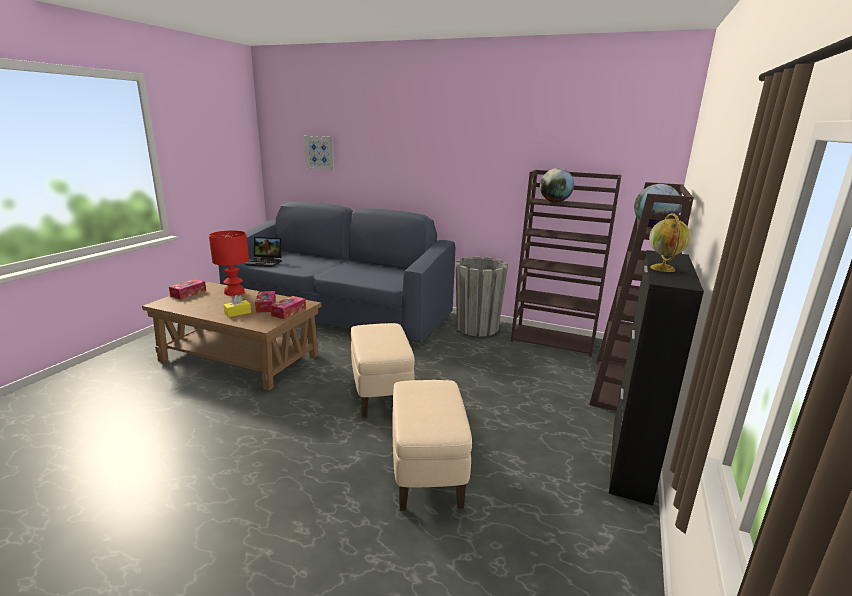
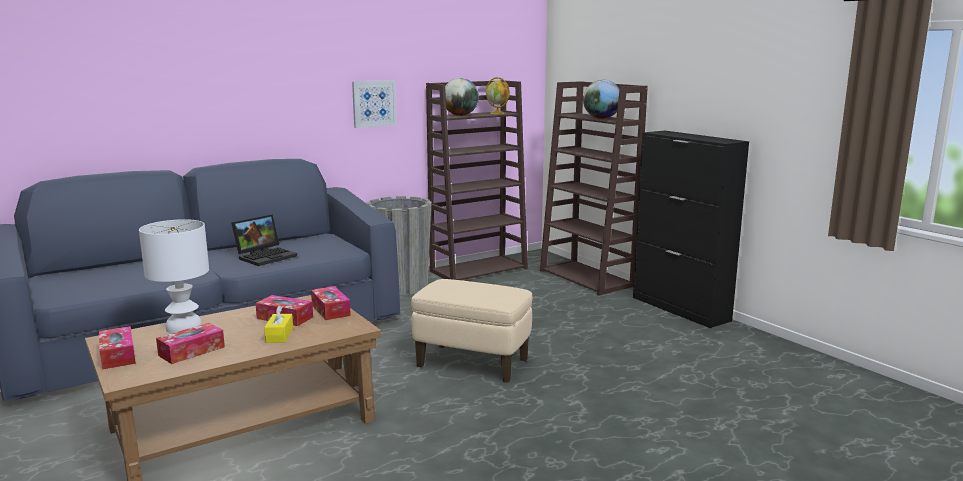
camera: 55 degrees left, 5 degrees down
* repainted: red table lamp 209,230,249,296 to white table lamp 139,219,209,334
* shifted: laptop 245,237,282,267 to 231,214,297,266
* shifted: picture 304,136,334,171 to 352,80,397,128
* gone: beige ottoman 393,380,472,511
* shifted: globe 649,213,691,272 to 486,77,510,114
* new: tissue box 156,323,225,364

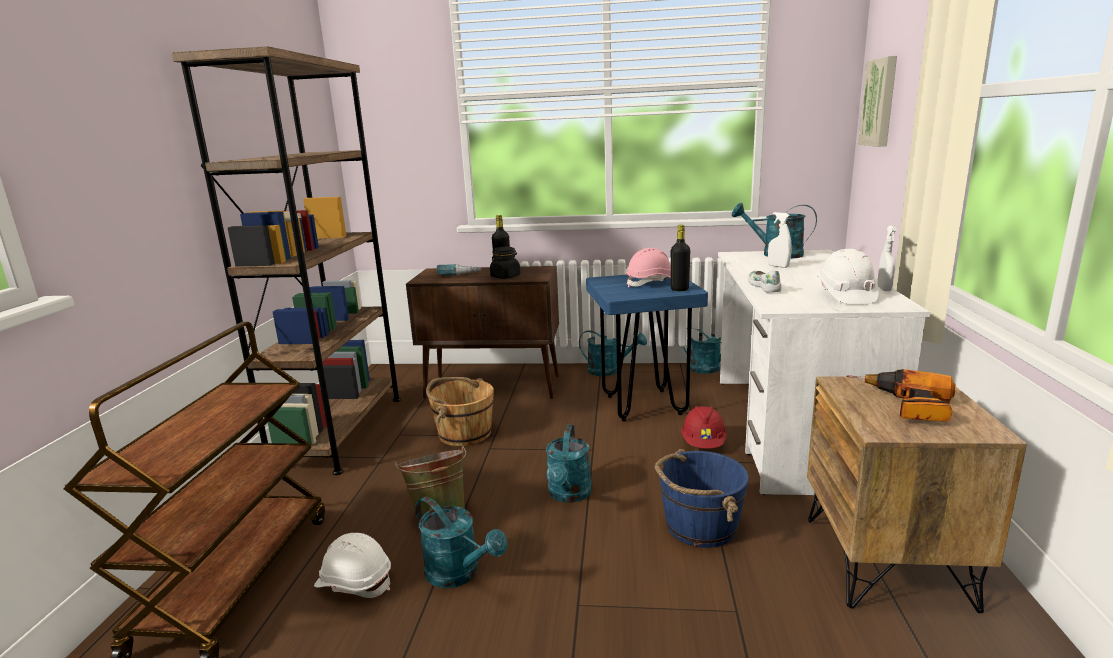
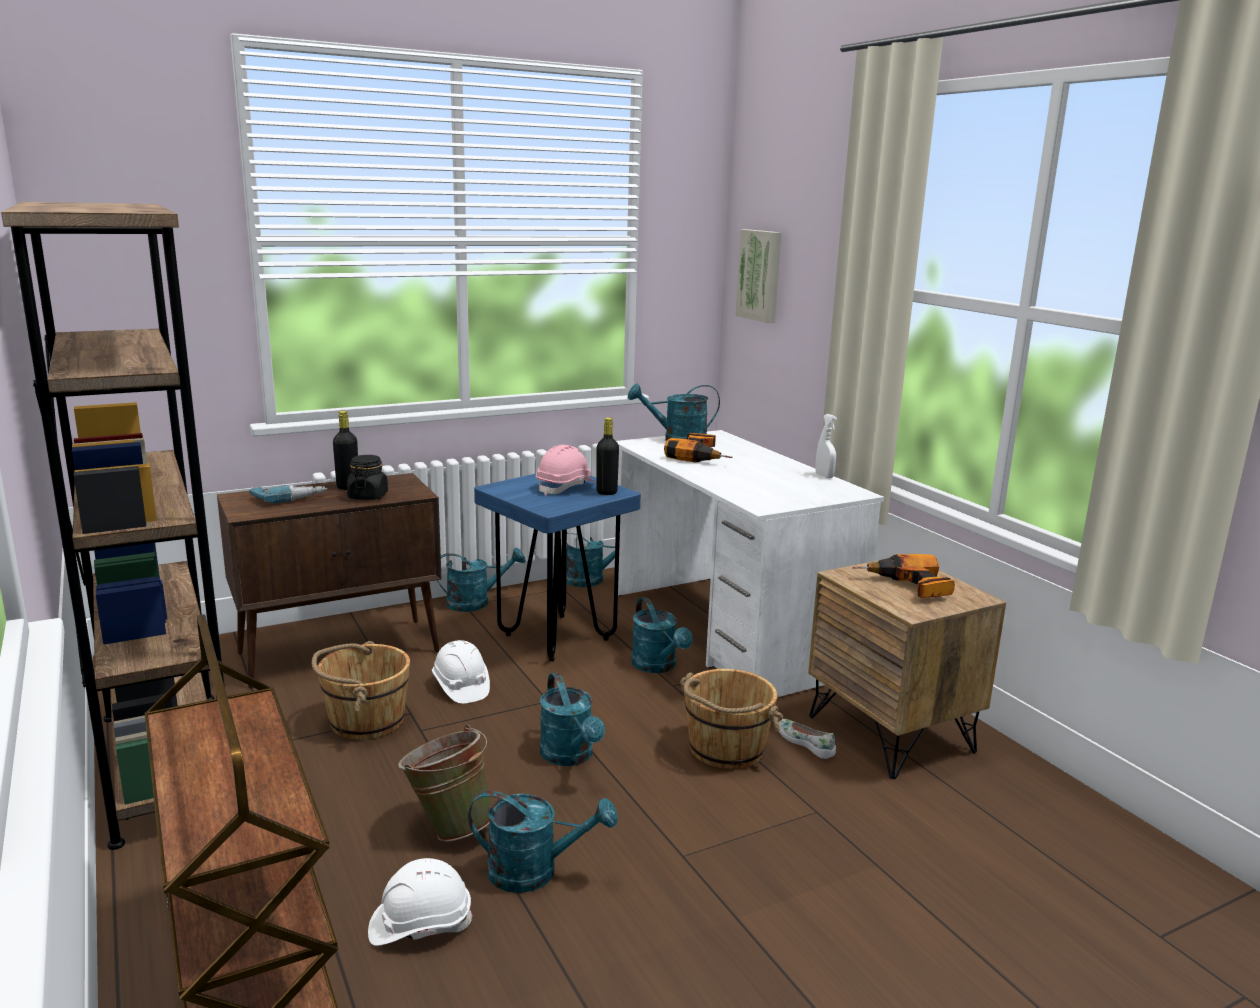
camera: 35 degrees left, 0 degrees up
* repainted: blue bucket 655,449,749,548 to brown bucket 680,669,783,769
* swapped: red hard hat 681,406,727,449 to turquoise watering can 631,597,693,673
* shifted: white shoe 748,271,782,293 to 779,719,836,759
* swapped: white spray bottle 768,212,792,268 to power drill 664,433,733,463
* shifted: white hard hat 818,249,879,305 to 432,640,490,704

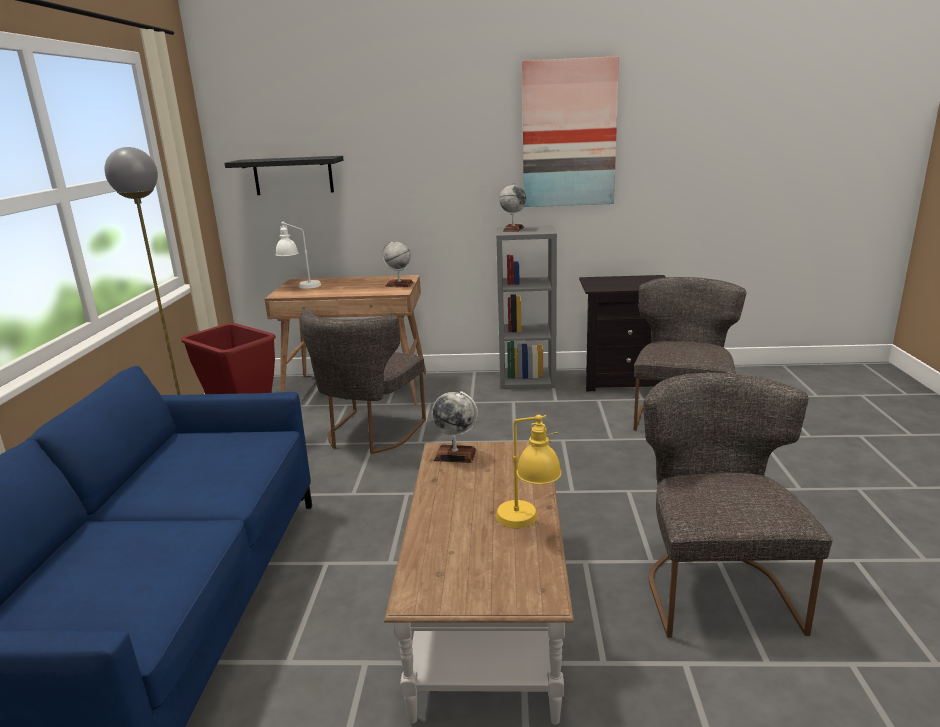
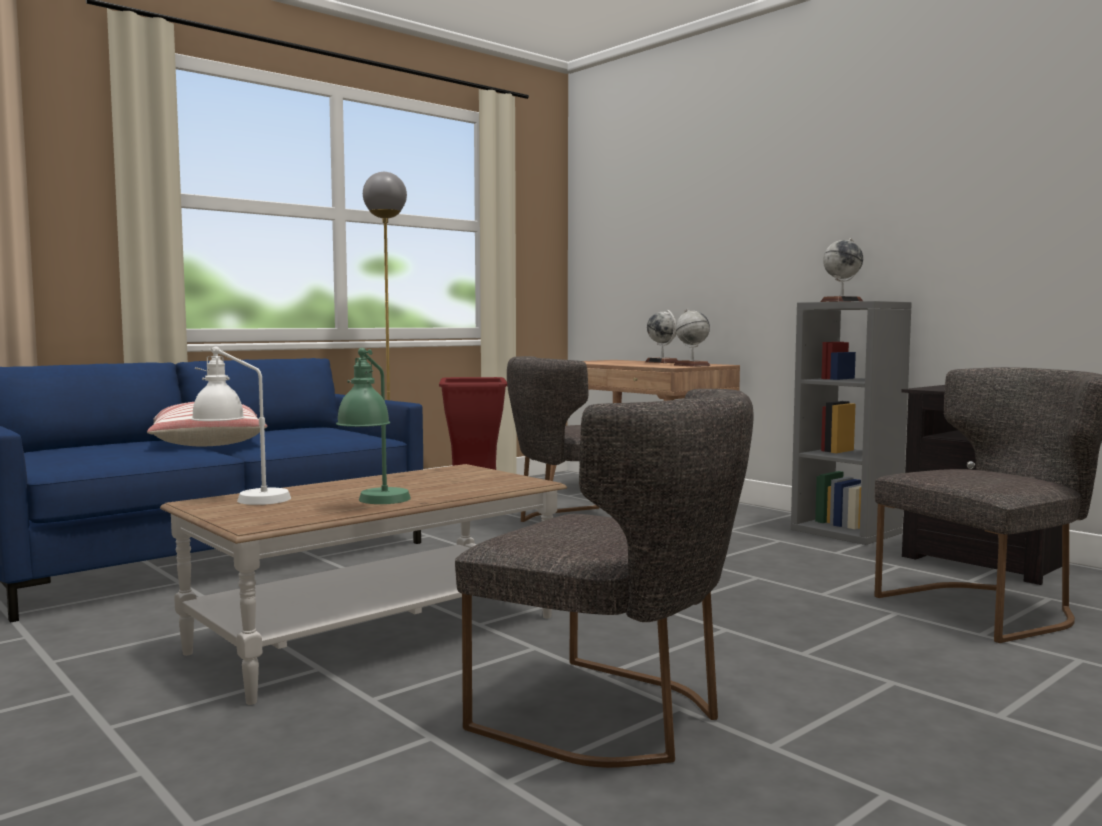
camera: 45 degrees right, 15 degrees down
* gone: black shelf 224,156,344,195
* shifted: white table lamp 276,222,321,289 to 191,346,291,505
* shifted: globe 432,391,478,463 to 645,310,678,363
* repainted: yellow table lamp 496,414,562,528 to green table lamp 336,348,411,504
* gone: picture 522,56,619,207
* rotated: grey chair 643,372,833,638 = 455,389,754,768 75 degrees clockwise
* new: pillow 147,402,267,446

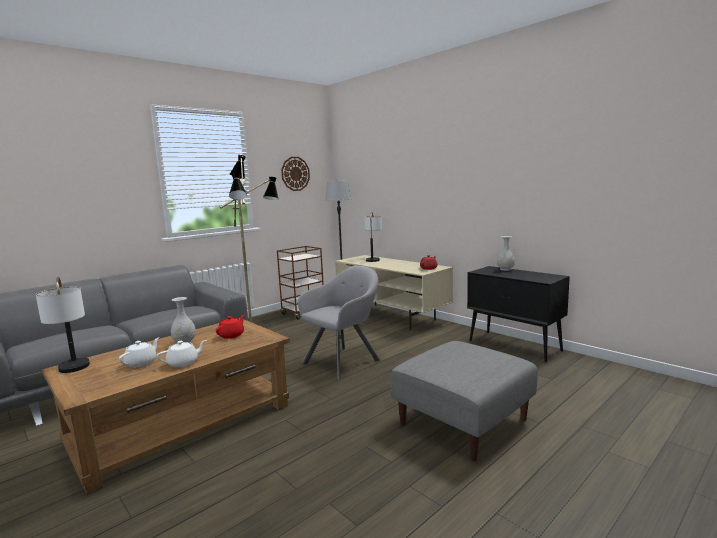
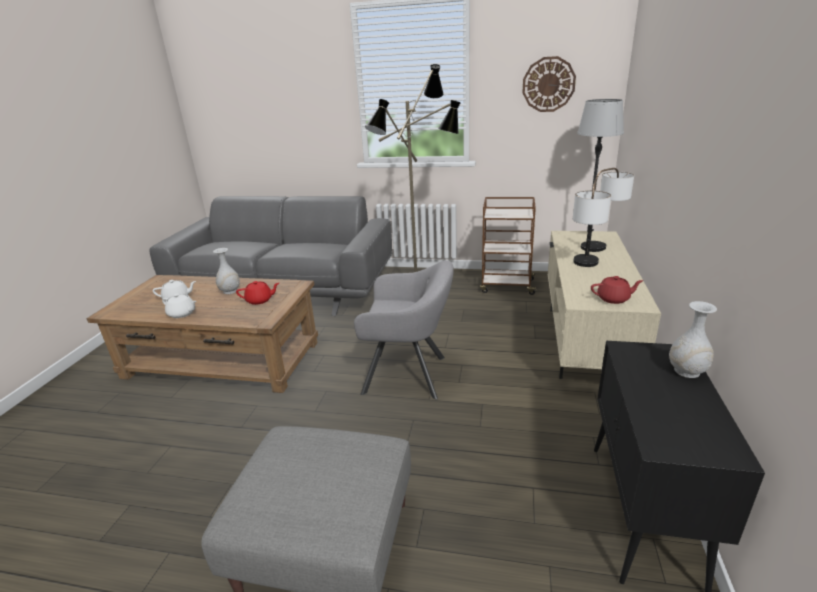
camera: 55 degrees right, 15 degrees up
* shifted: table lamp 36,277,90,373 to 573,179,611,267

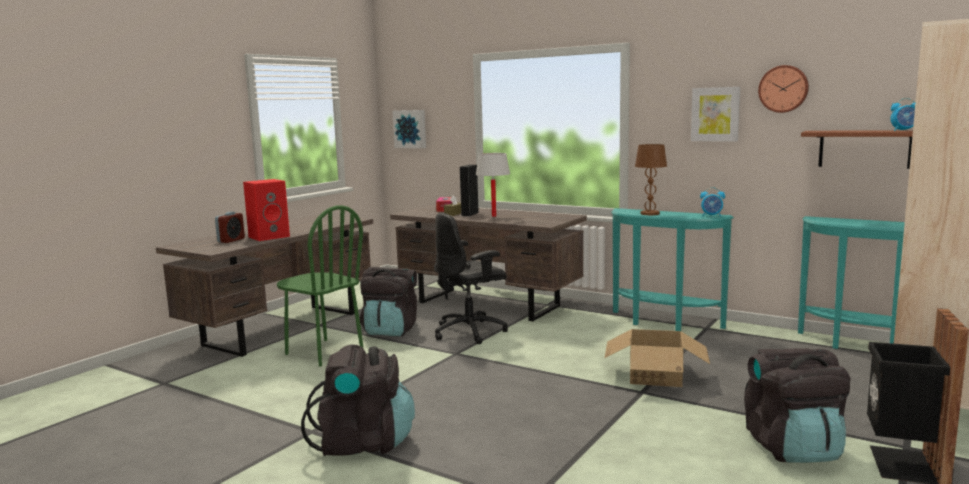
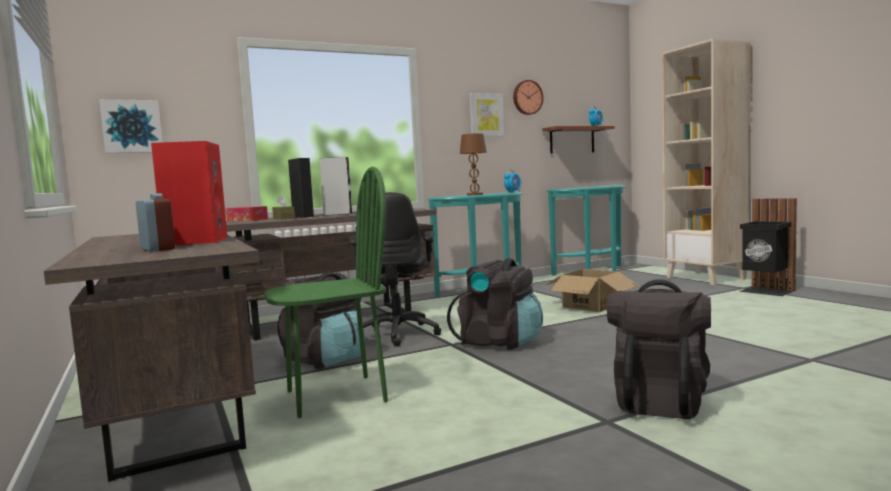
camera: 60 degrees left, 5 degrees down
* swapped: white table lamp 476,153,510,217 to grey speaker 320,157,352,216
* shifted: black backpack 744,348,850,463 to 447,258,543,350

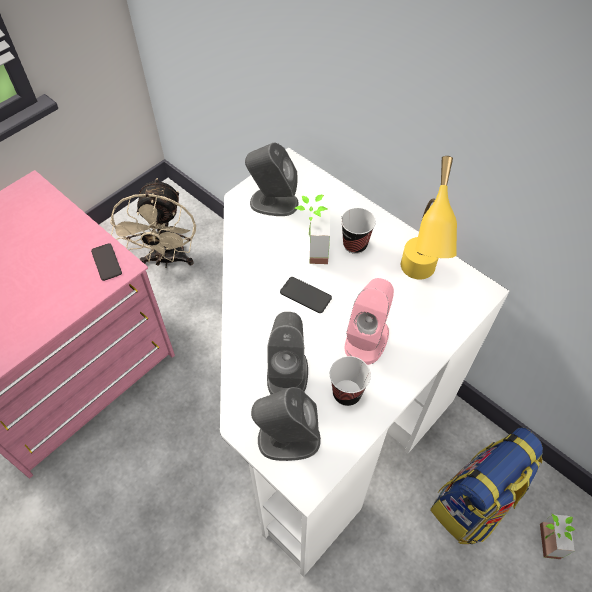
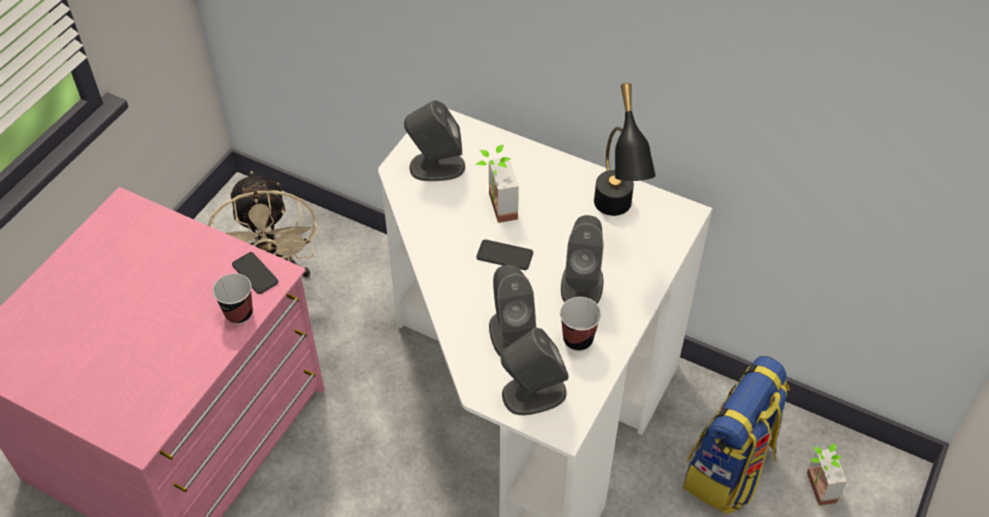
camera: 15 degrees left, 5 degrees down
* shifted: cup 341,208,376,254 to 213,273,253,324
* repainted: pink speaker 344,278,394,365 to grey speaker 561,215,604,304
* repainted: yellow table lamp 401,156,457,280 to black table lamp 594,83,656,216

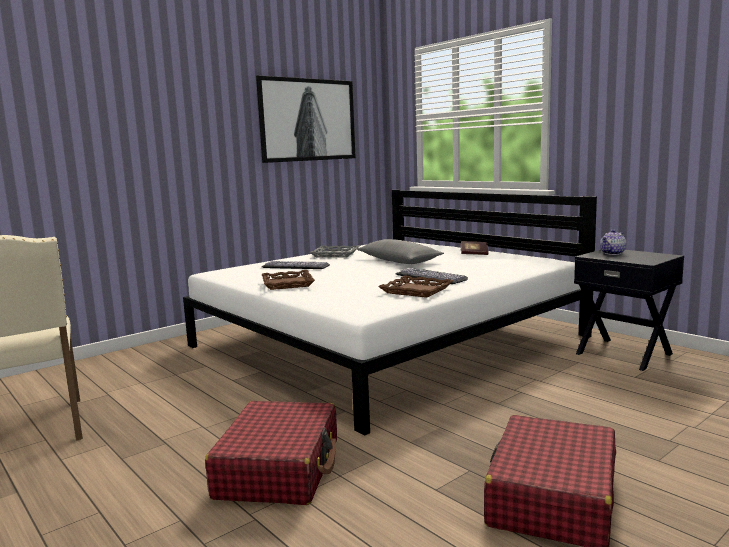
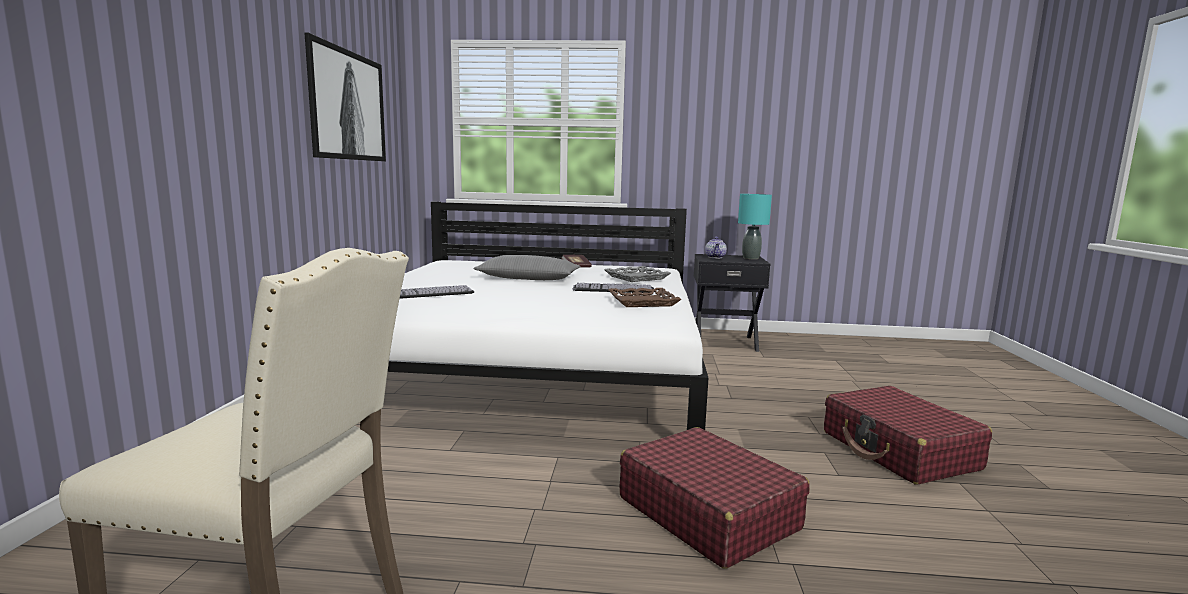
camera: 45 degrees left, 0 degrees up
* gone: brown tray 262,270,315,290
* shifted: grey tray 310,245,359,257 to 604,266,671,282
* new: turquoise table lamp 738,194,772,259

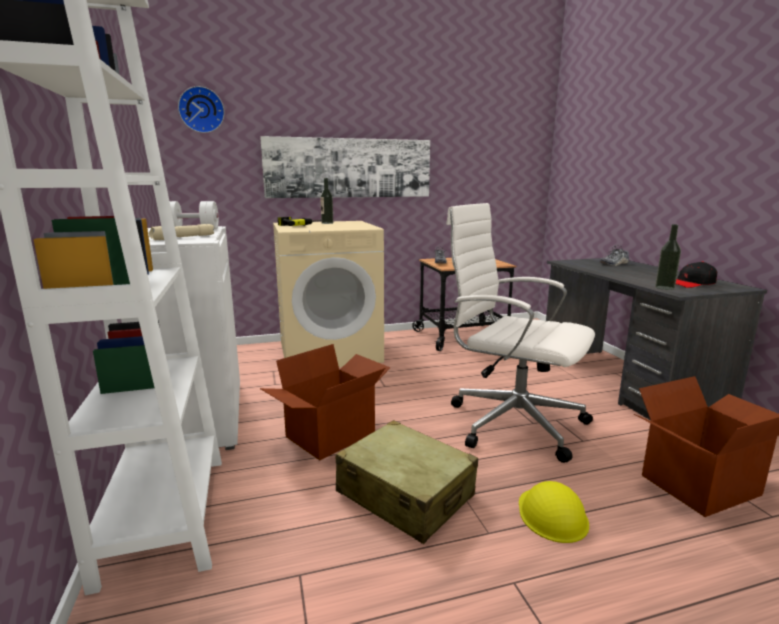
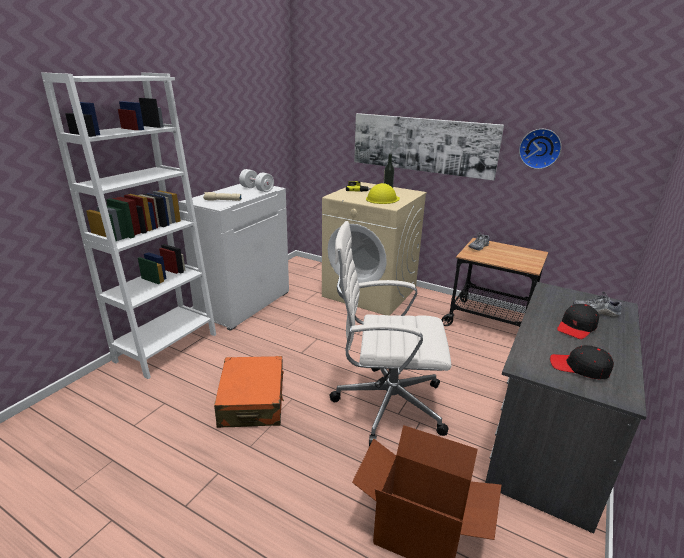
camera: 45 degrees right, 10 degrees up
* shifted: wall clock 178,86,225,133 to 519,129,562,169
* gone: cardboard box 260,344,390,460
* repainted: beige suitcase 336,420,478,544 to orange suitcase 214,356,284,428
* rotated: white office chair 446,203,595,463 = 329,221,452,447 75 degrees counterclockwise
* shifted: yellow hard hat 519,481,589,543 to 366,183,400,204
* gone: bottle 655,224,681,290
* new: black cap 557,304,599,339

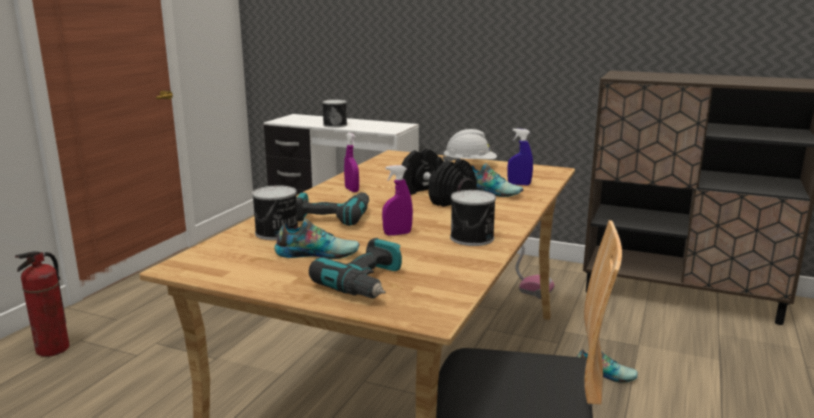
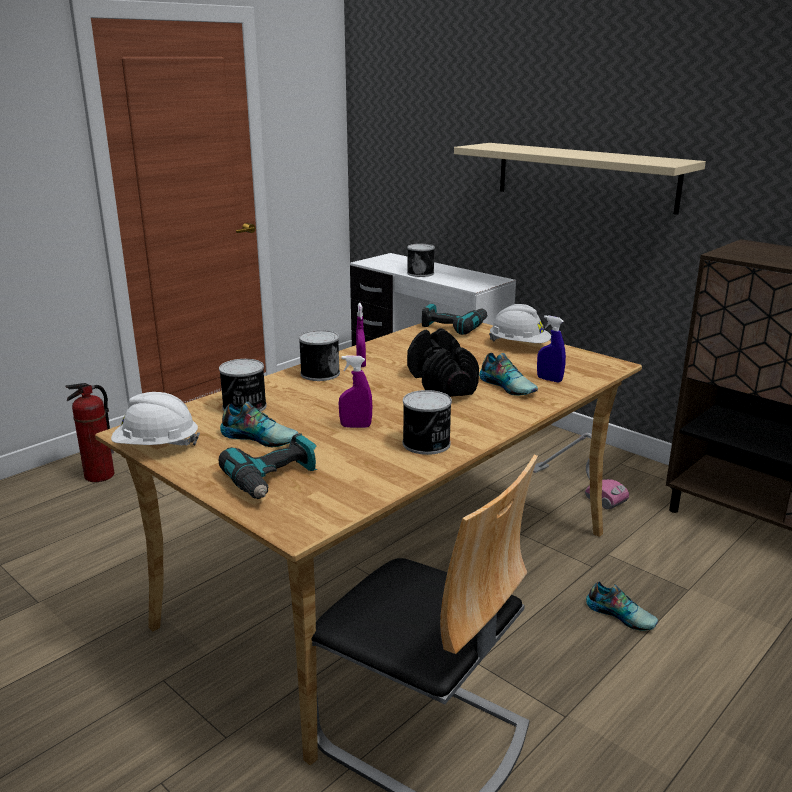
camera: 20 degrees right, 5 degrees up
* shifted: power drill 296,192,369,226 to 422,304,487,335
* new: white hard hat 111,392,200,446
* new: can 299,330,340,381
* new: beige shelf 454,143,706,215

